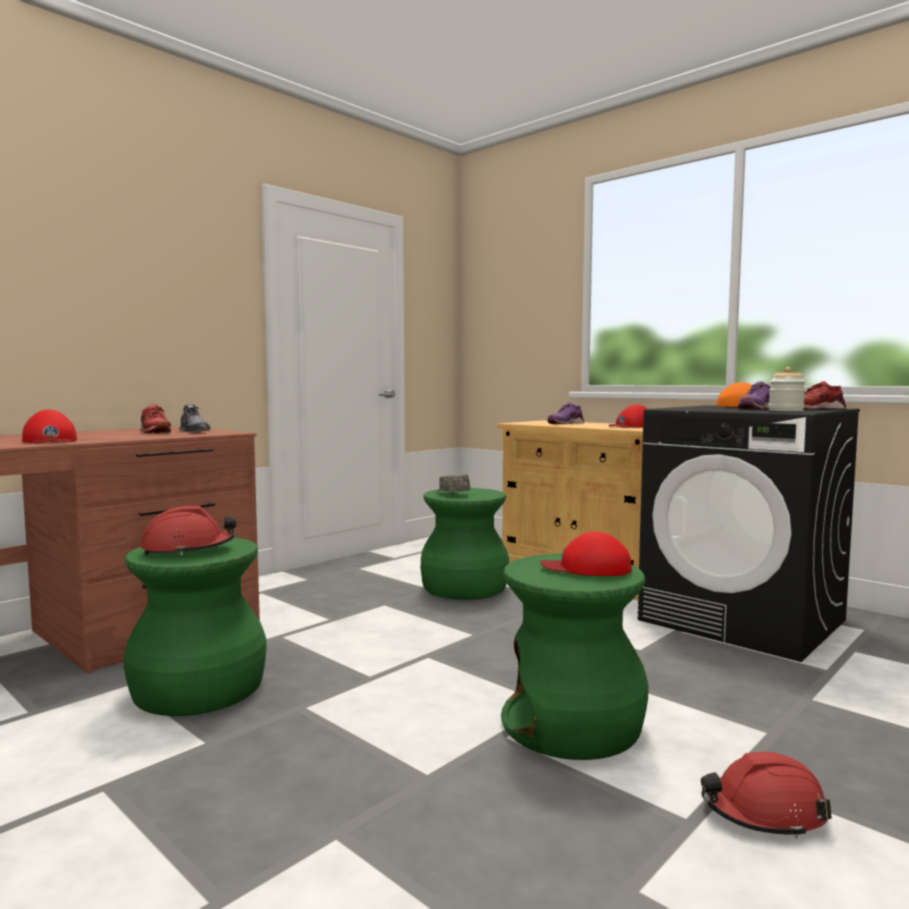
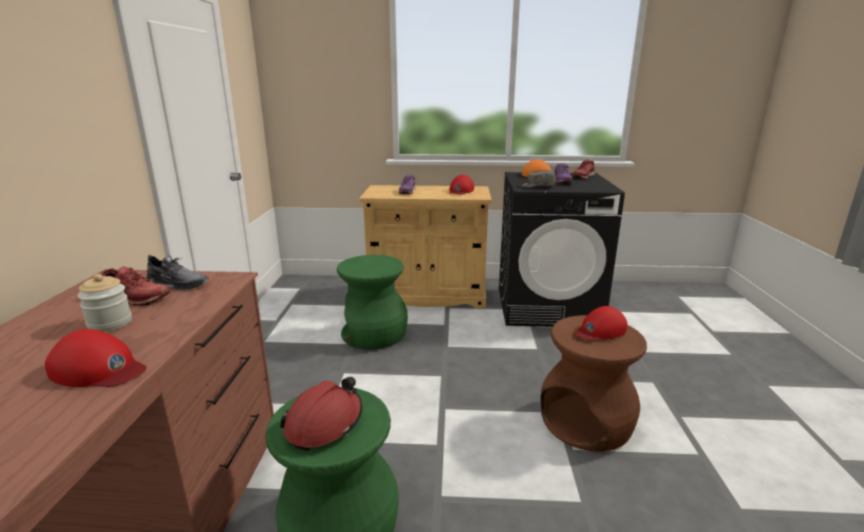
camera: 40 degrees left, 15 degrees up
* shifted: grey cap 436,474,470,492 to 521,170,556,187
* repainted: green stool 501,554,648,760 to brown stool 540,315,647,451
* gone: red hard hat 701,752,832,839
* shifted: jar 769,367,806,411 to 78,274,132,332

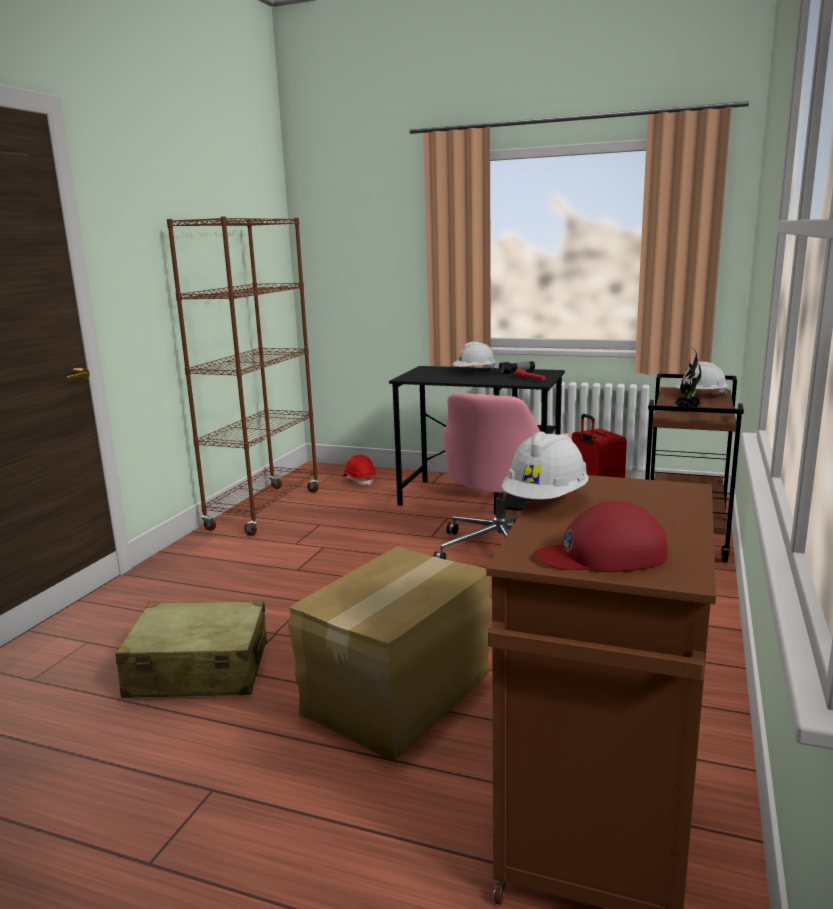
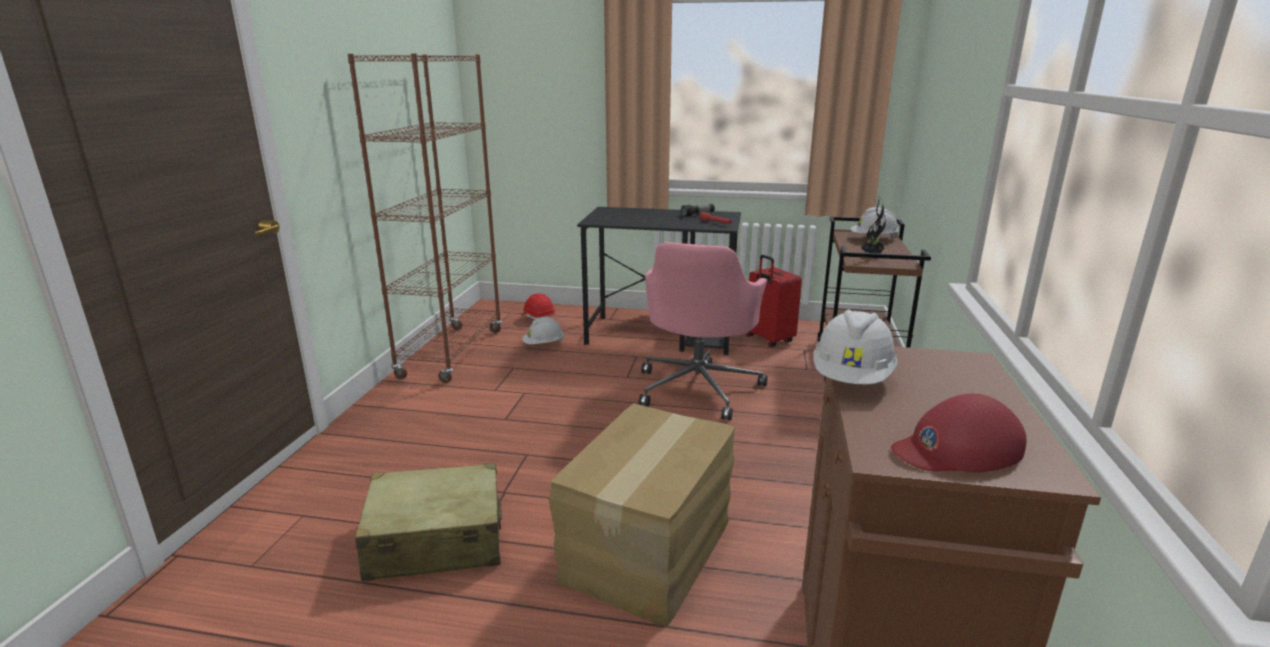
camera: 10 degrees left, 5 degrees up
* shifted: white hard hat 453,342,496,370 to 522,317,564,344

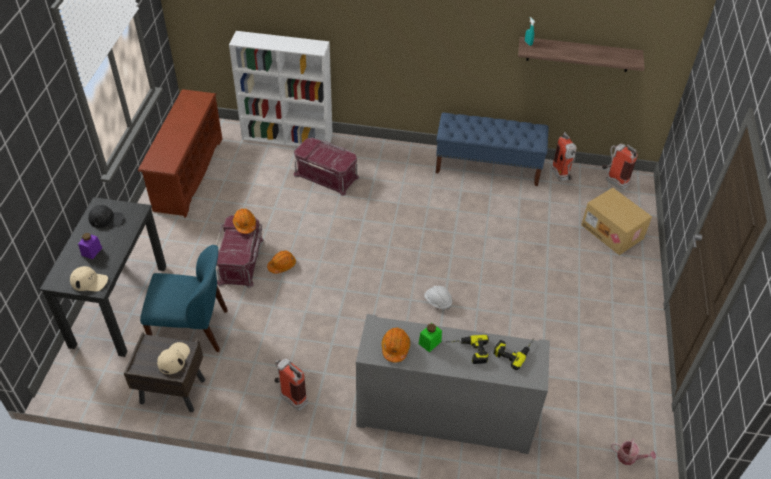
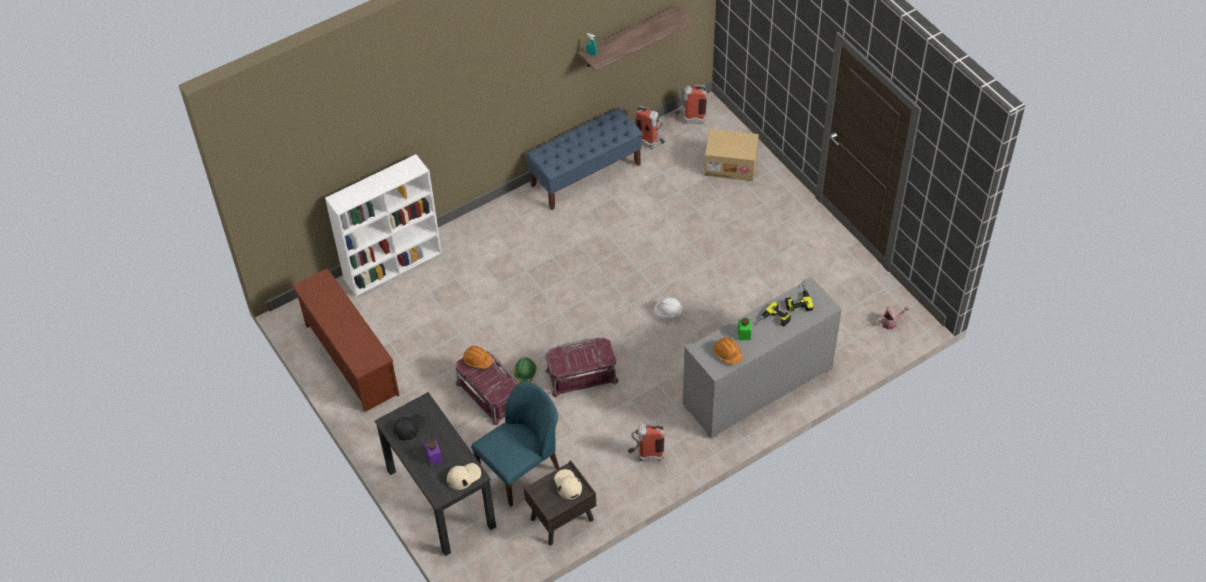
camera: 40 degrees left, 5 degrees up
* repainted: orange hard hat 267,251,296,274 to green hard hat 514,357,537,383
* shifted: red storage box 294,138,359,196 to 545,337,619,398

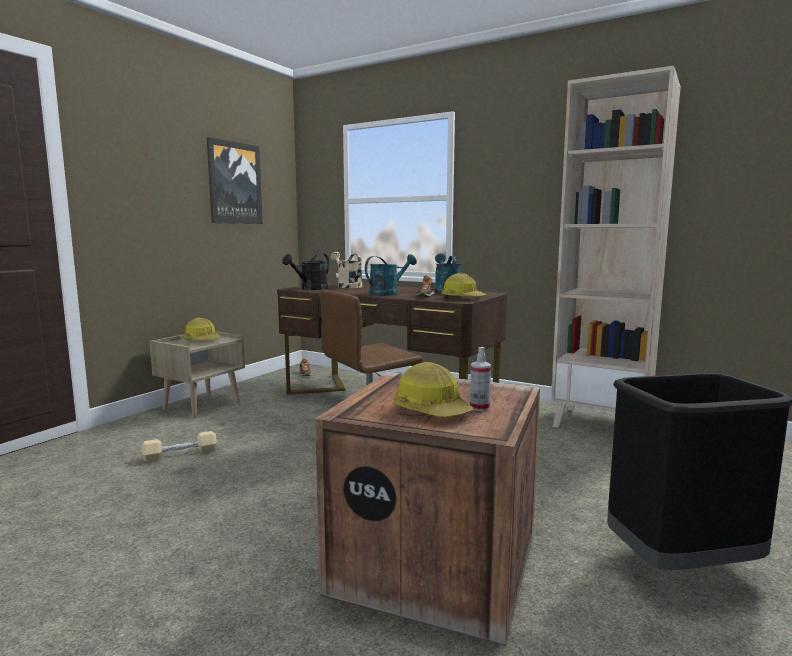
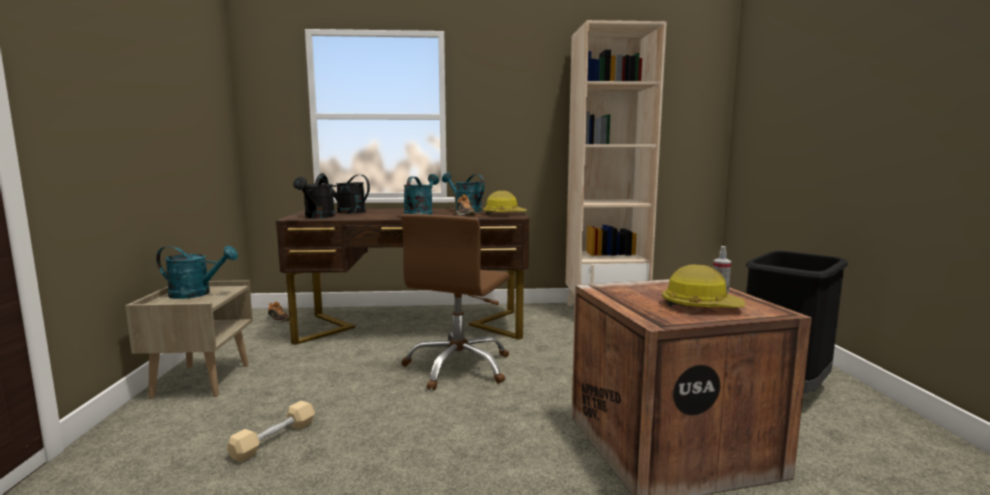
camera: 35 degrees left, 0 degrees up
* swapped: hard hat 183,318,222,340 to turquoise watering can 156,246,238,299
* gone: picture 207,137,263,224
* repainted: beige watering can 331,251,362,288 to black watering can 316,173,370,214

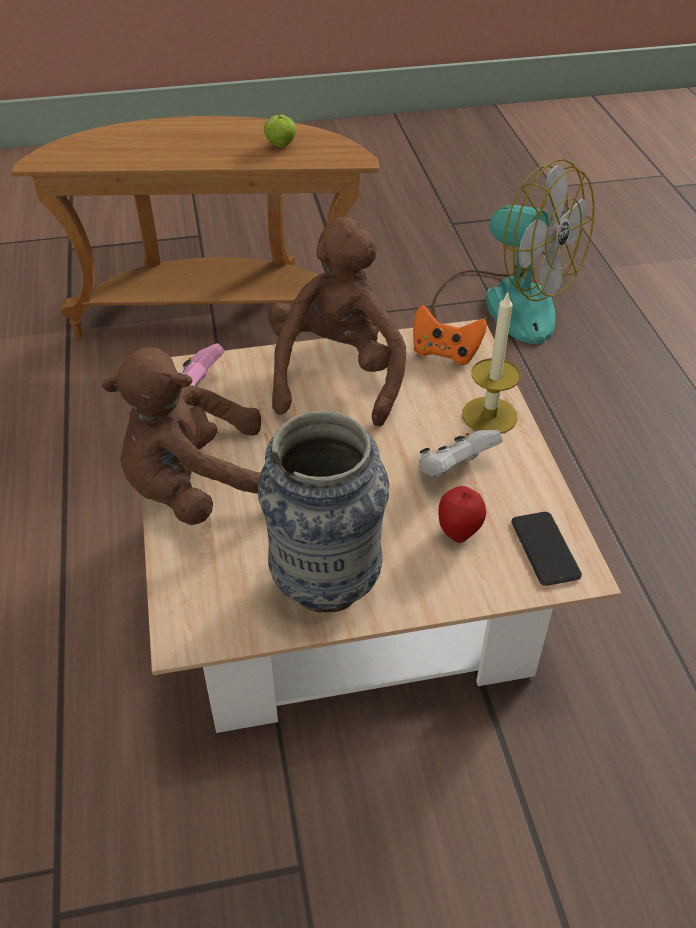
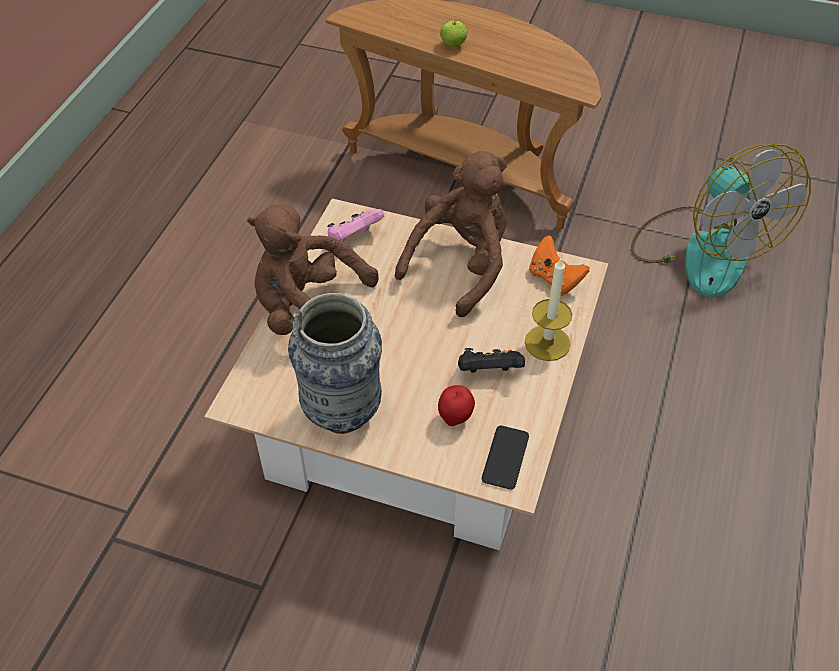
camera: 30 degrees right, 5 degrees up
* shifted: apple 264,111,296,147 to 440,20,467,48
* repainted: white game controller 419,430,502,477 to black game controller 458,348,525,373

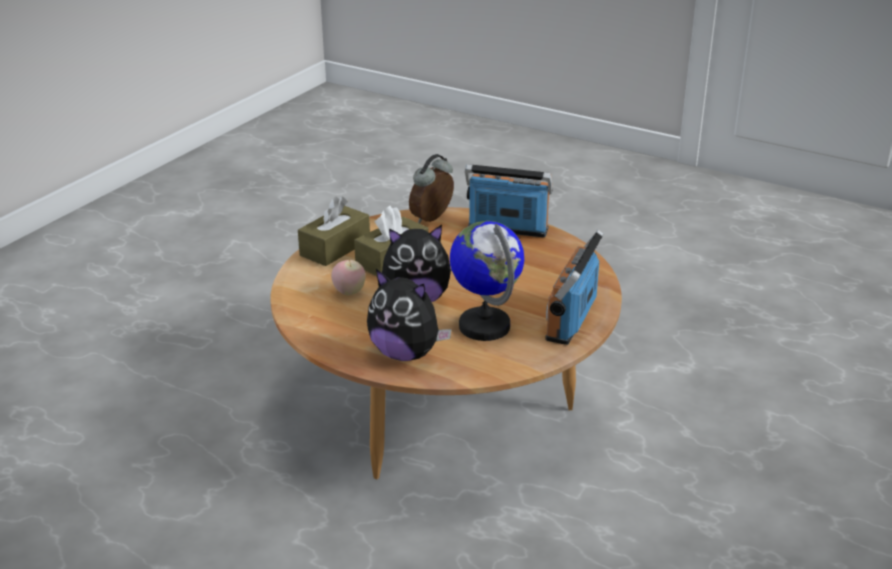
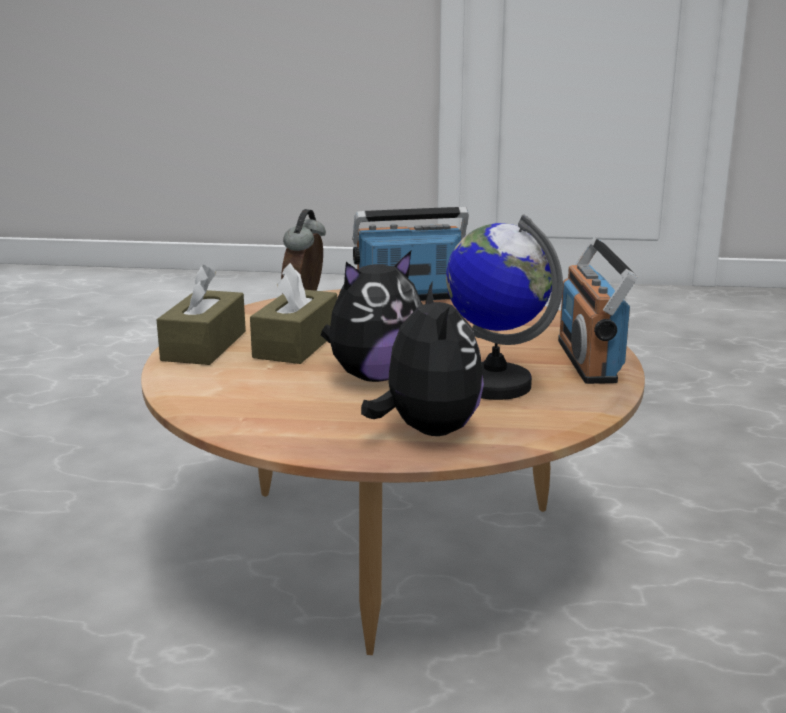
camera: 25 degrees left, 10 degrees down
* gone: apple 331,259,366,295
* rotated: plush toy 367,269,452,361 = 361,281,484,436 105 degrees counterclockwise

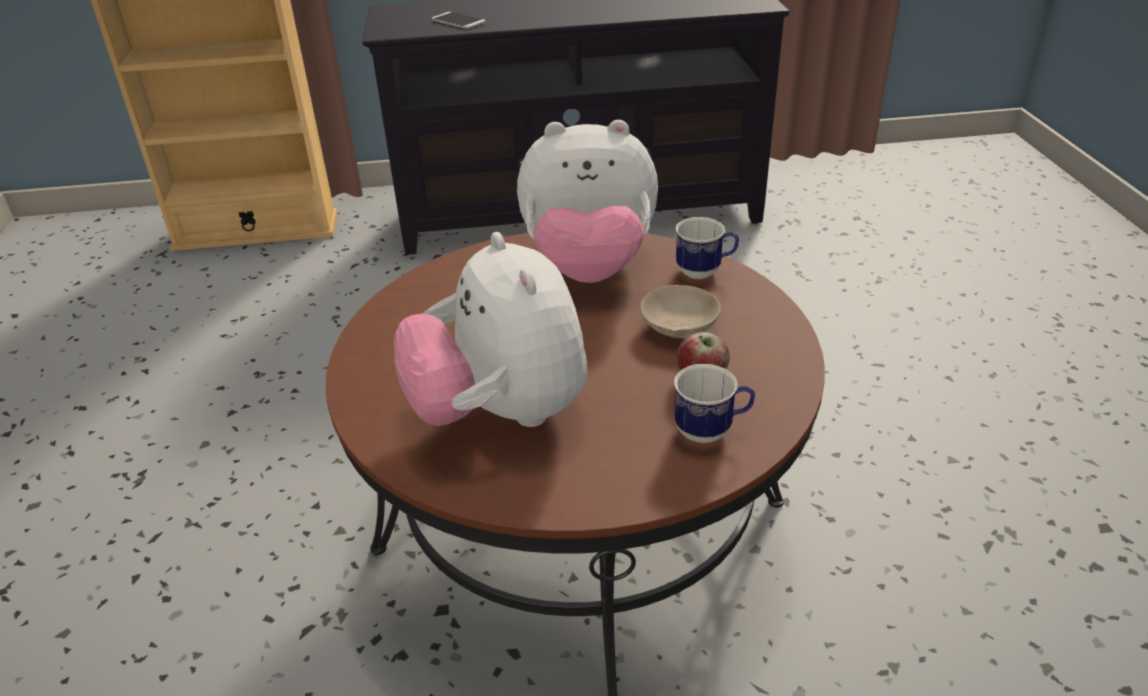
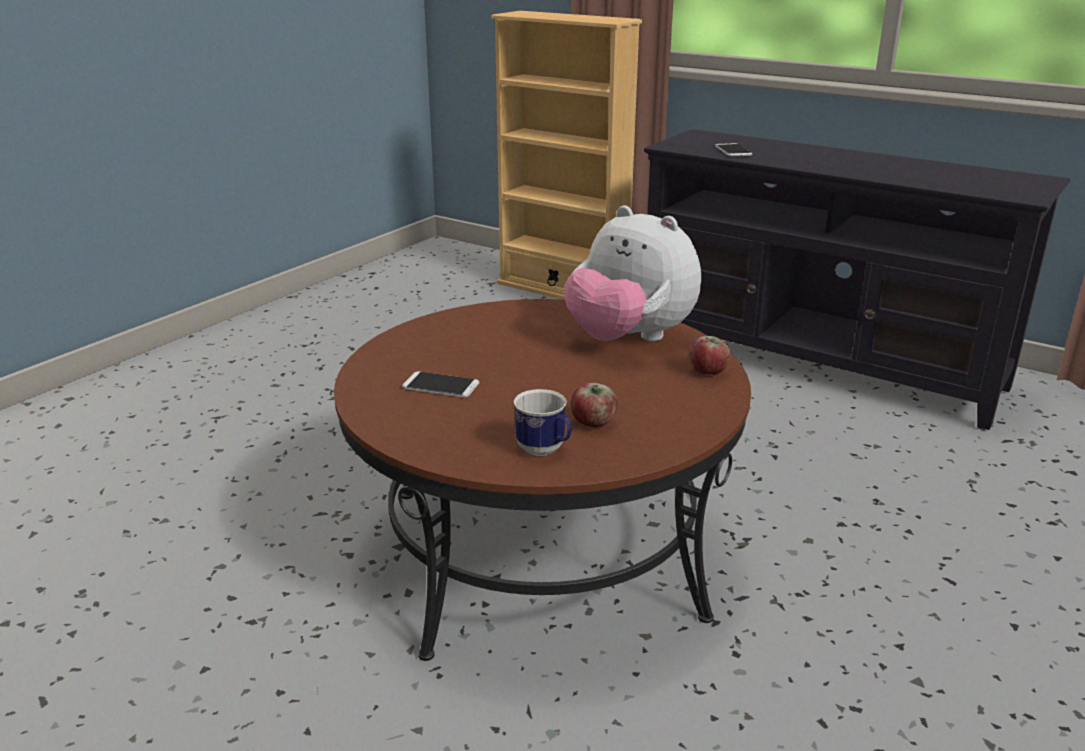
camera: 40 degrees right, 10 degrees down
* swapped: plush toy 394,232,588,427 to phone 402,371,479,397
* gone: beige bowl 640,285,721,338
* swapped: mug 676,217,739,279 to apple 689,336,731,375

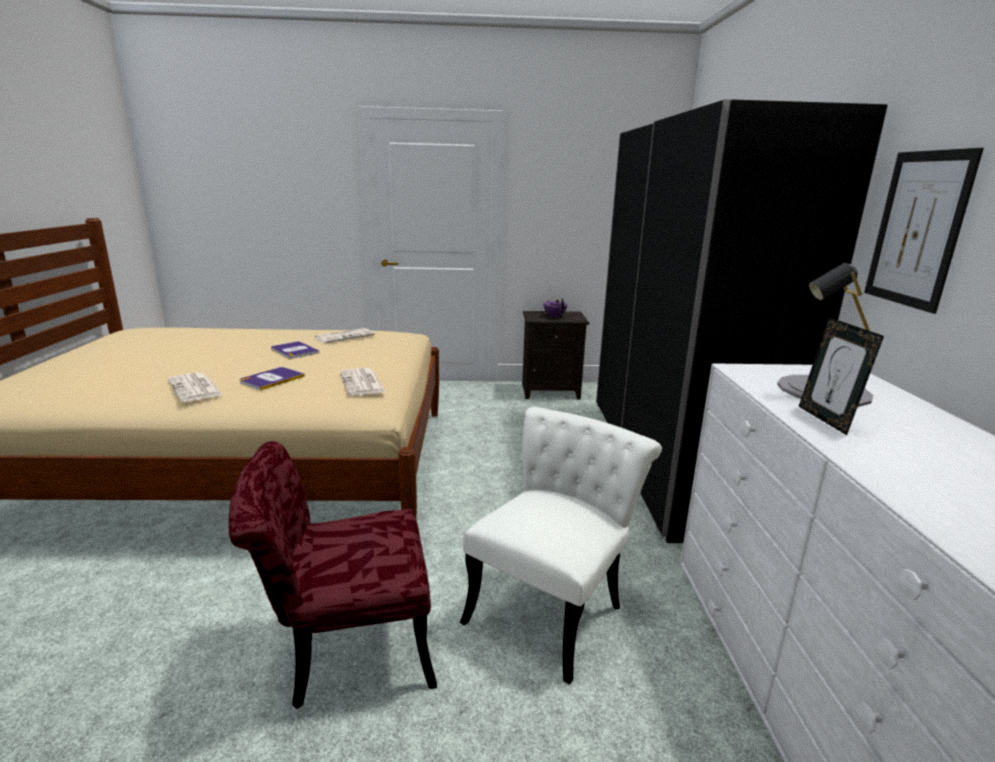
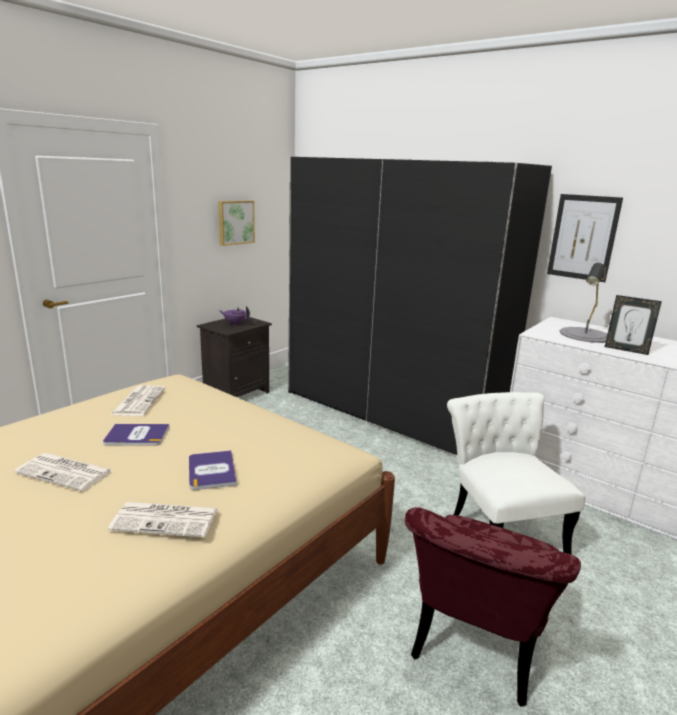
camera: 50 degrees left, 0 degrees up
* shifted: newspaper 340,368,385,396 to 14,453,113,491
* new: picture 218,200,255,246

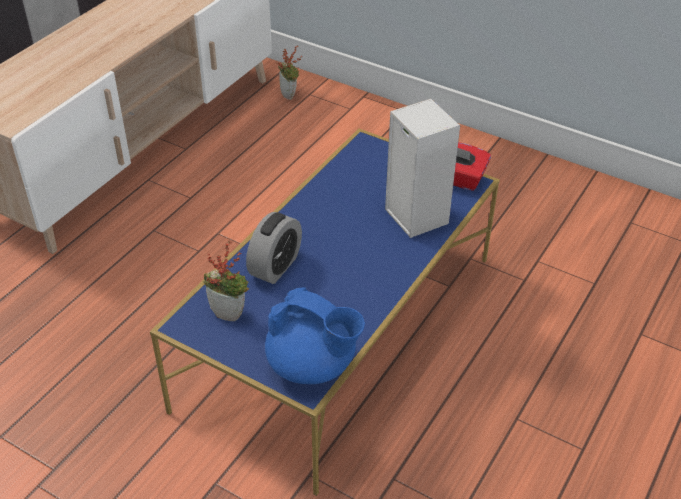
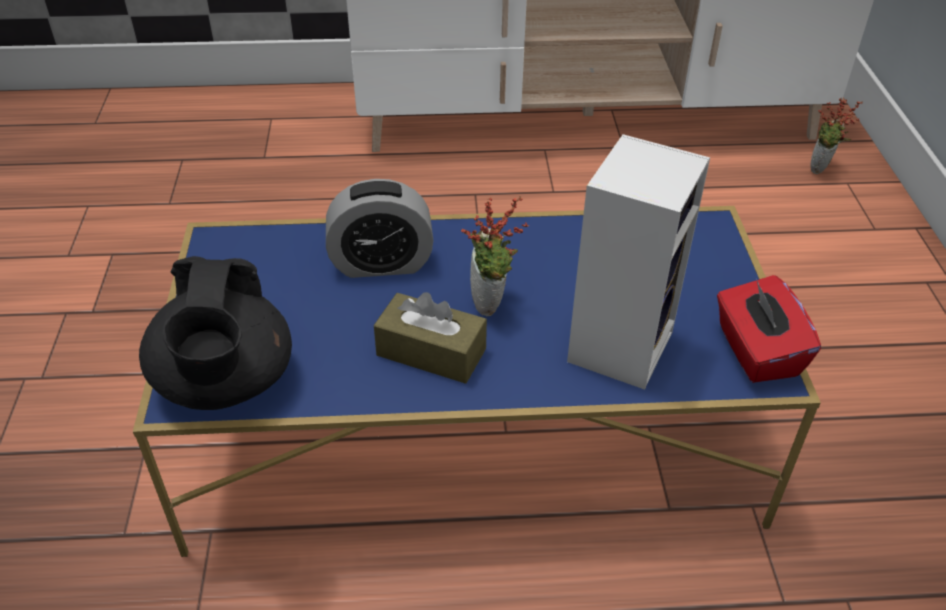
camera: 55 degrees right, 0 degrees up
* shifted: potted plant 203,241,249,321 to 461,196,528,316
* repainted: blue teapot 265,288,365,384 to black teapot 139,256,292,410
* new: brown tissue box 374,292,487,383

